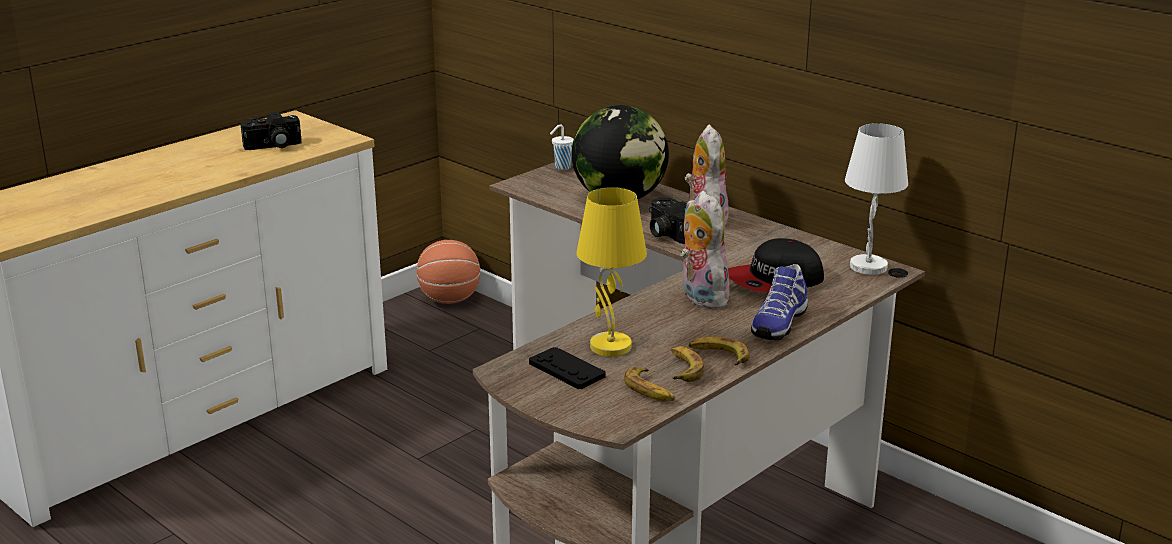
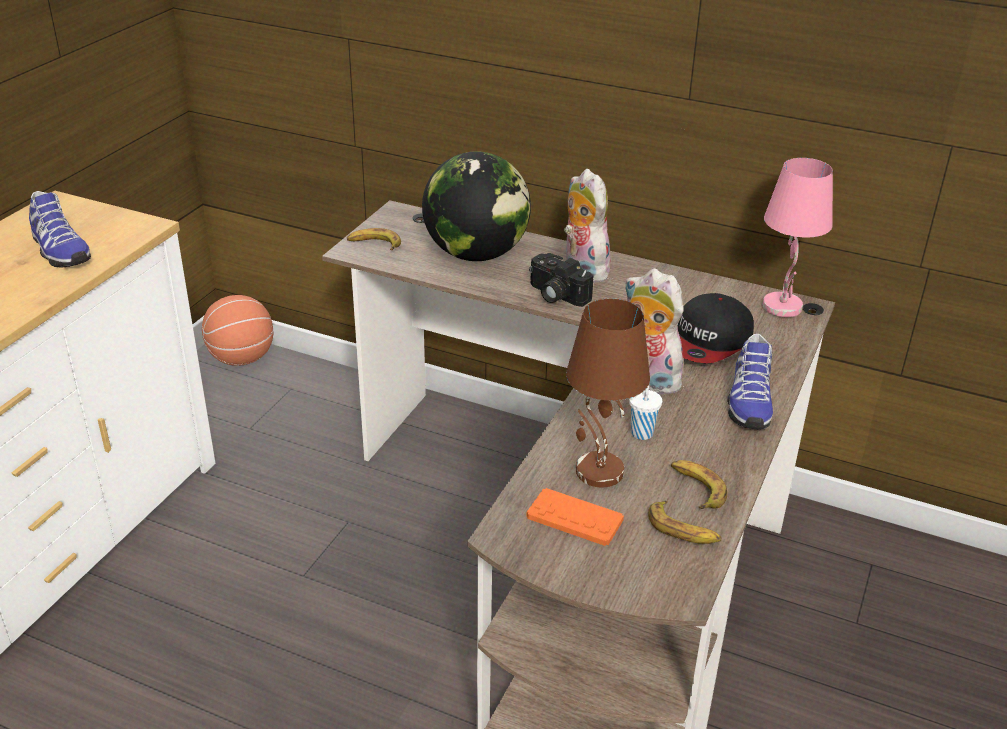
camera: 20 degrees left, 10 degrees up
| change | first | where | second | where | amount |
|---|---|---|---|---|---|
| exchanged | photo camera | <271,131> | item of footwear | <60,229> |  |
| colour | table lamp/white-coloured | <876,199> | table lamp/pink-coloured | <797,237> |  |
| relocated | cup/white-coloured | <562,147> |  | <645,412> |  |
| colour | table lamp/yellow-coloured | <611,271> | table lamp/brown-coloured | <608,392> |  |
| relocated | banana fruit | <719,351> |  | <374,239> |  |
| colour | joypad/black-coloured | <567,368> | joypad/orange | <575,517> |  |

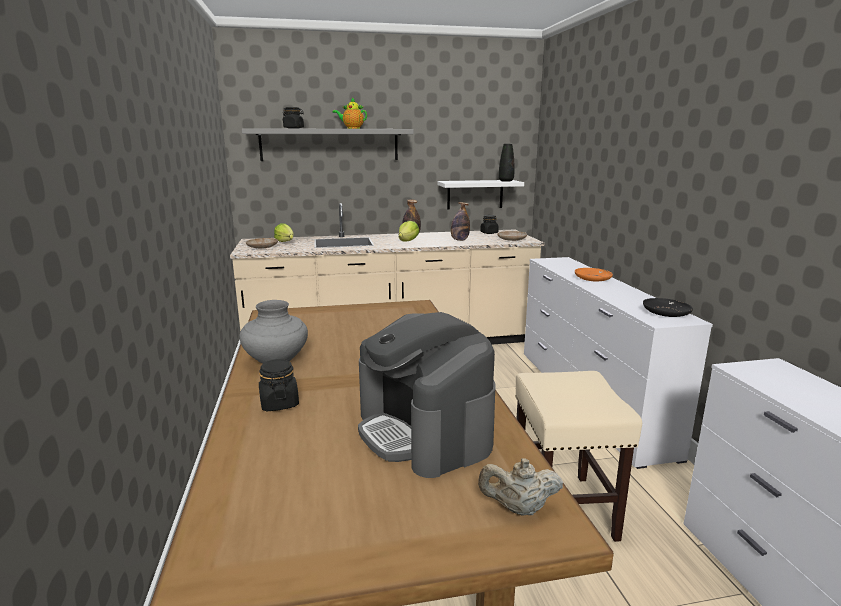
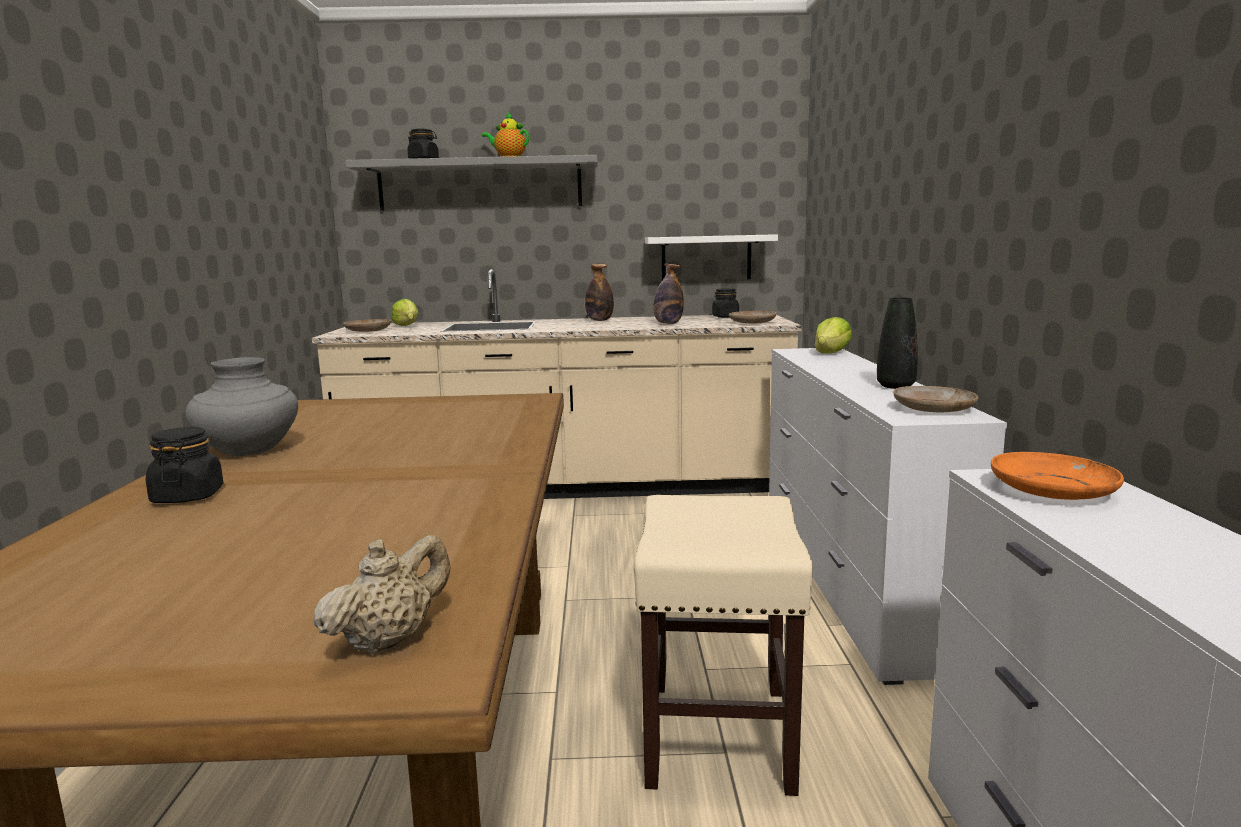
camera: 10 degrees right, 5 degrees down
| change | first | where | second | where | amount |
|---|---|---|---|---|---|
| relocated | decorative vase/black-coloured | <507,163> |  | <897,343> |  |
| relocated | lettuce head | <409,231> |  | <833,335> |  |
| relocated | flat dish/orange | <594,274> |  | <1057,476> |  |
| colour | flat dish/black-coloured | <668,307> | flat dish/sand-coloured | <935,399> |  |
| missing | coffee machine | <427,395> |  |  |  |
| spun | pot for tea/sand-coloured | <520,487> |  | <382,594> | 120 degrees clockwise |

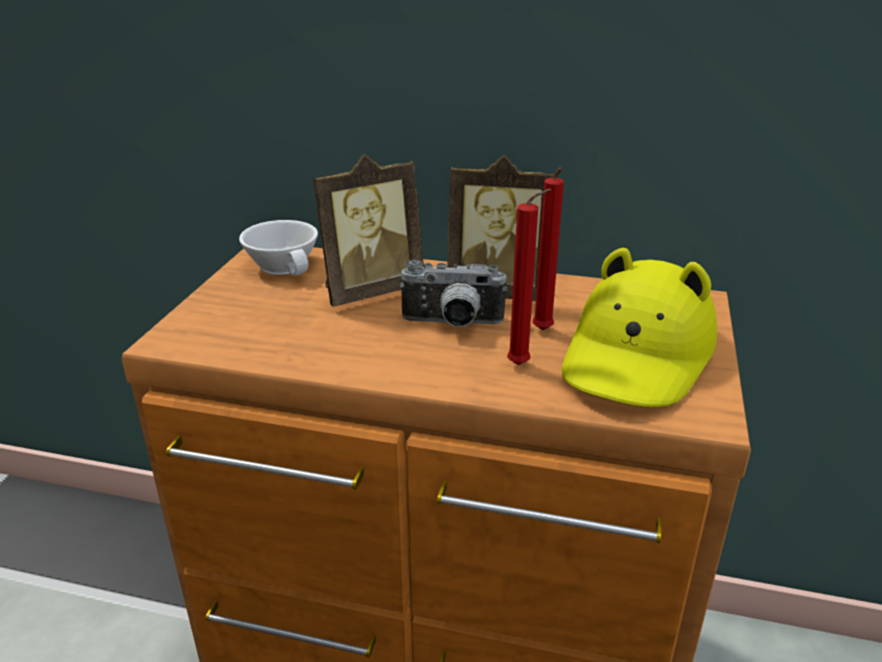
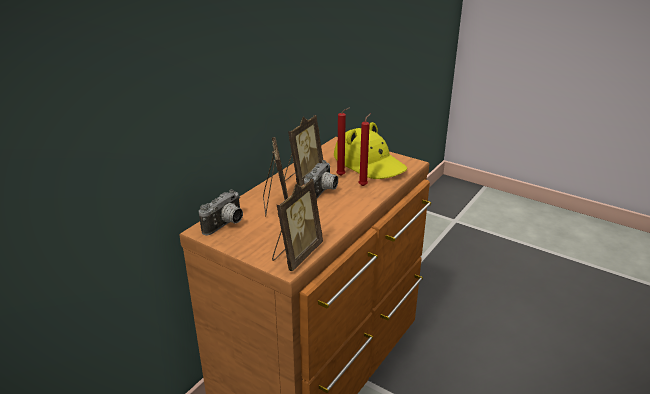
camera: 70 degrees left, 0 degrees up
| change | first | where | second | where | amount |
|---|---|---|---|---|---|
| exchanged | cup/white-coloured | <278,248> | photo camera | <221,212> |  |
| appeared |  |  | photo frame | <297,225> |  |

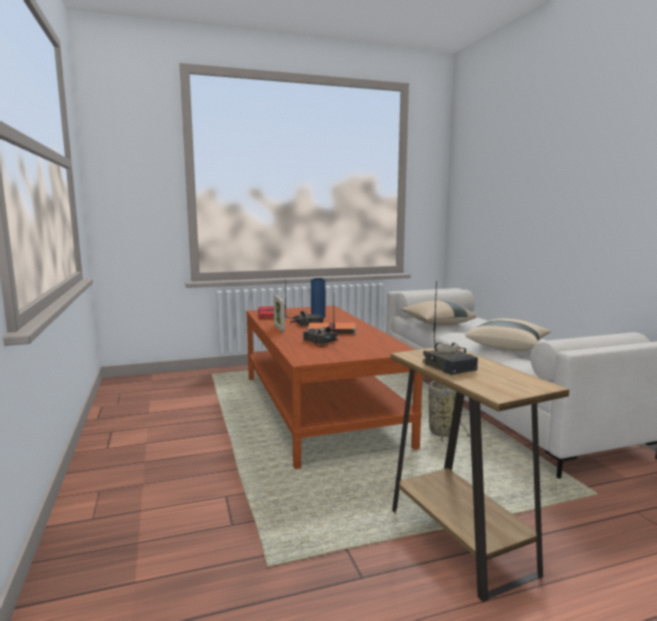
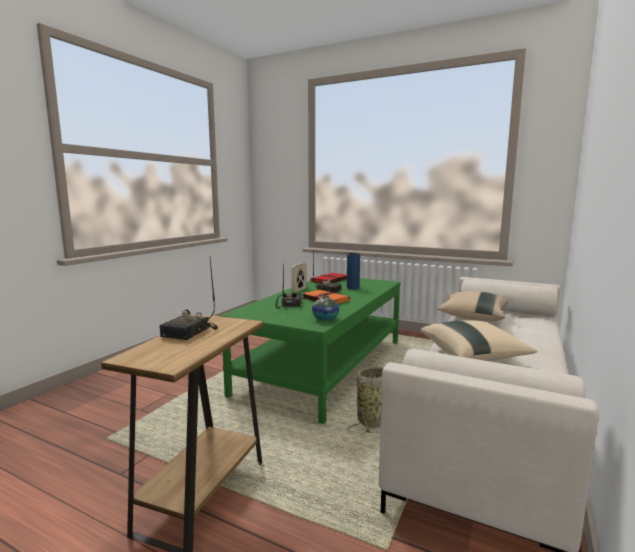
camera: 45 degrees right, 0 degrees up
| change | first | where | second | where | amount |
|---|---|---|---|---|---|
| colour | low table/brown-coloured | <334,387> | low table/green | <310,351> |  |
| appeared |  |  | decorative vase | <325,308> |  |

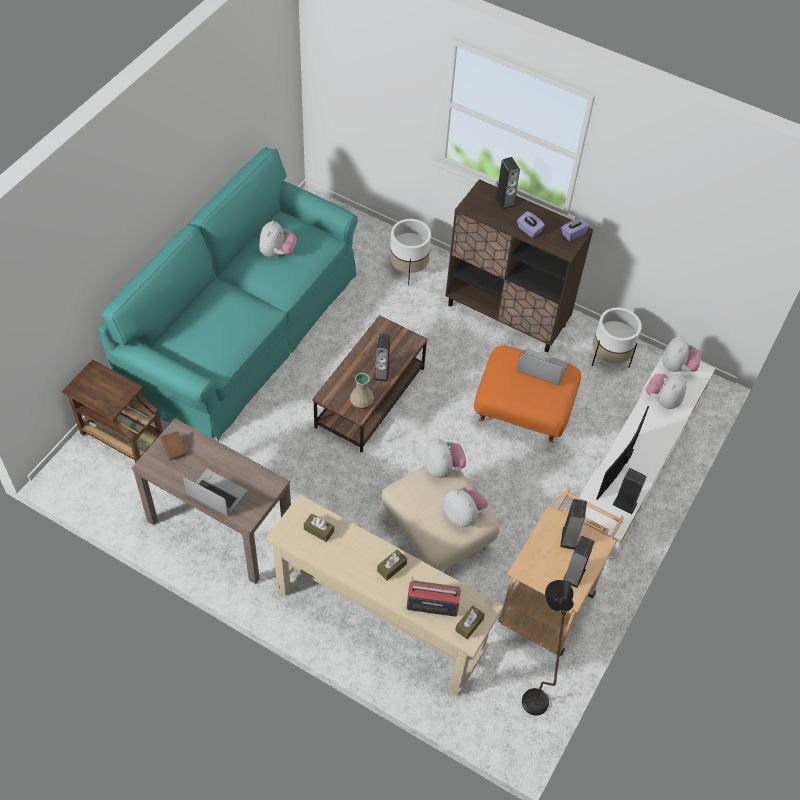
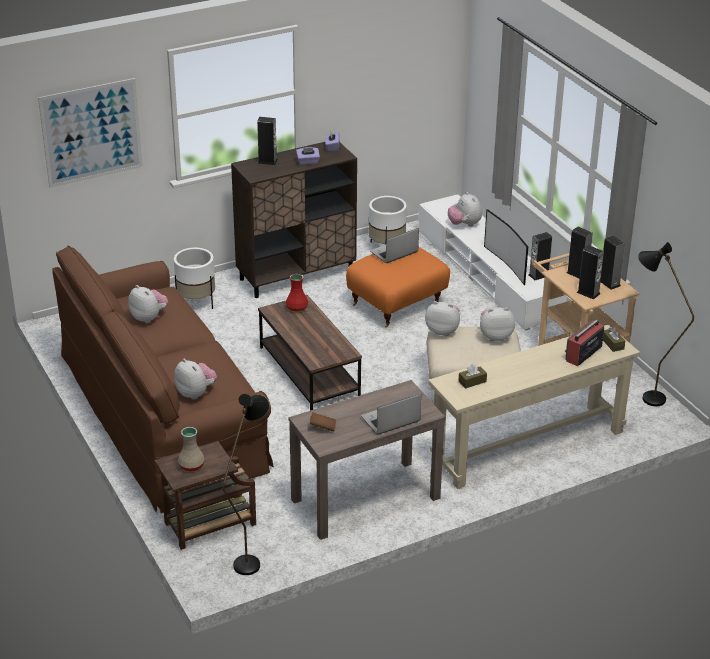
camera: 55 degrees left, 20 degrees down
| change | first | where | second | where | amount |
|---|---|---|---|---|---|
| colour | settee/turquoise | <228,294> | settee/brown-coloured | <163,379> |  |
| relocated | audio speaker | <382,358> |  | <590,272> |  |
| relocated | plush toy | <681,354> |  | <195,379> |  |
| relocated | decorative vase/sand-coloured | <362,391> |  | <191,449> |  |
| missing | tissue box/brown-coloured | <392,565> |  |  |  |
| appeared |  |  | picture | <90,133> |  |
| appeared |  |  | decorative vase/red | <297,293> |  |
| appeared |  |  | standing lamp/black-coloured | <245,484> |  |

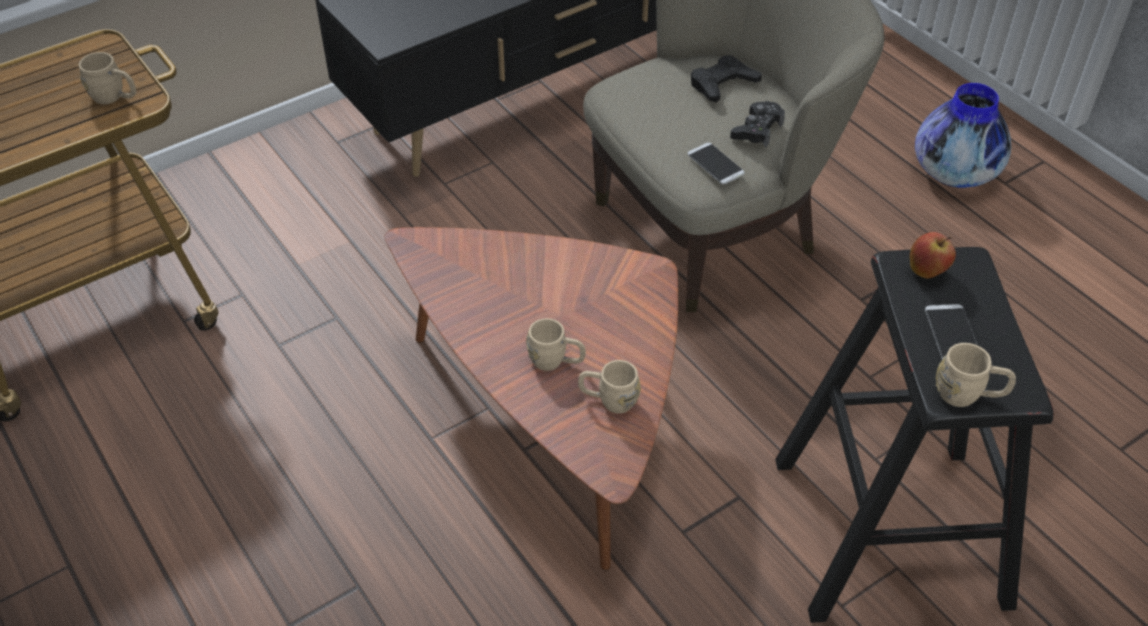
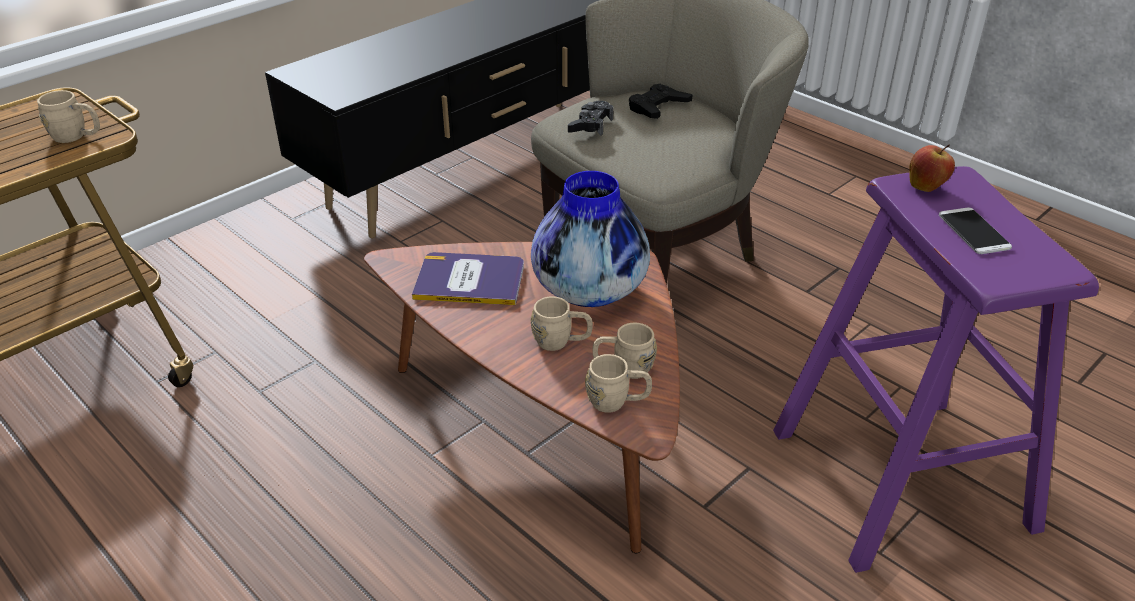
camera: 10 degrees left, 10 degrees down
| change | first | where | second | where | amount |
|---|---|---|---|---|---|
| relocated | decorative vase | <963,135> |  | <590,239> |  |
| relocated | joypad/black-coloured | <757,124> |  | <590,118> |  |
| missing | telephone | <716,163> |  |  |  |
| colour | stool/black-coloured | <914,435> | stool/purplish | <936,369> |  |
| relocated | mug/sand-coloured | <976,375> |  | <618,383> |  |
| appeared |  |  | volume | <468,278> |  |

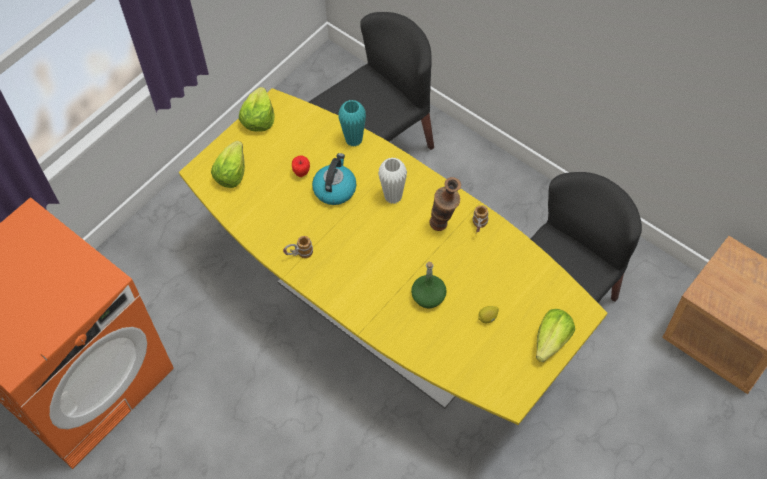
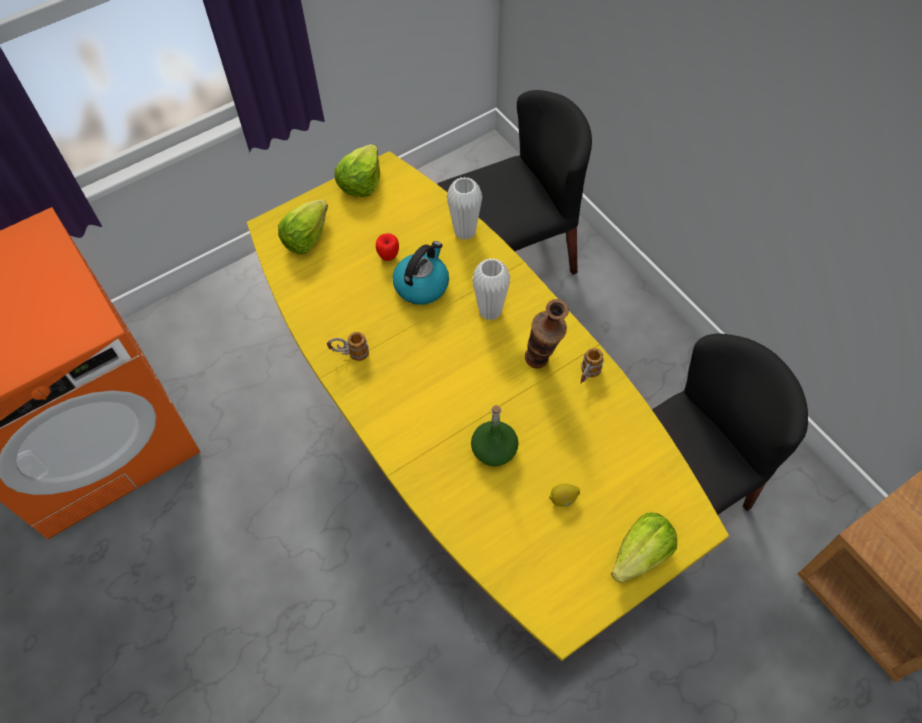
camera: 15 degrees right, 0 degrees up
| change | first | where | second | where | amount |
|---|---|---|---|---|---|
| colour | decorative vase/turquoise | <352,123> | decorative vase/white-coloured | <464,208> |  |

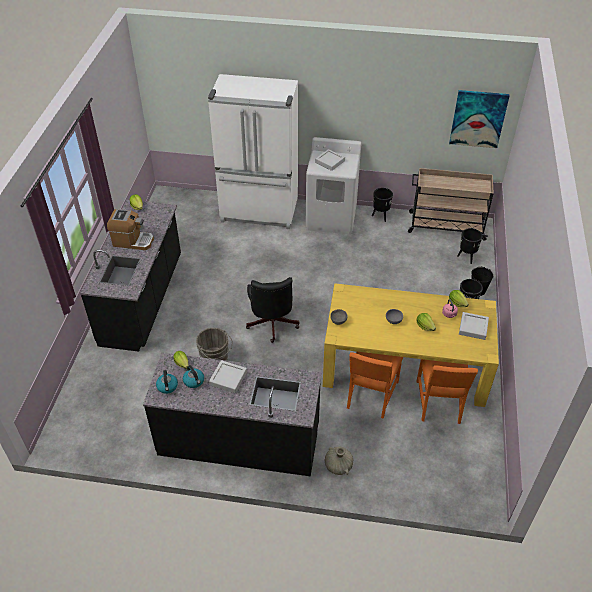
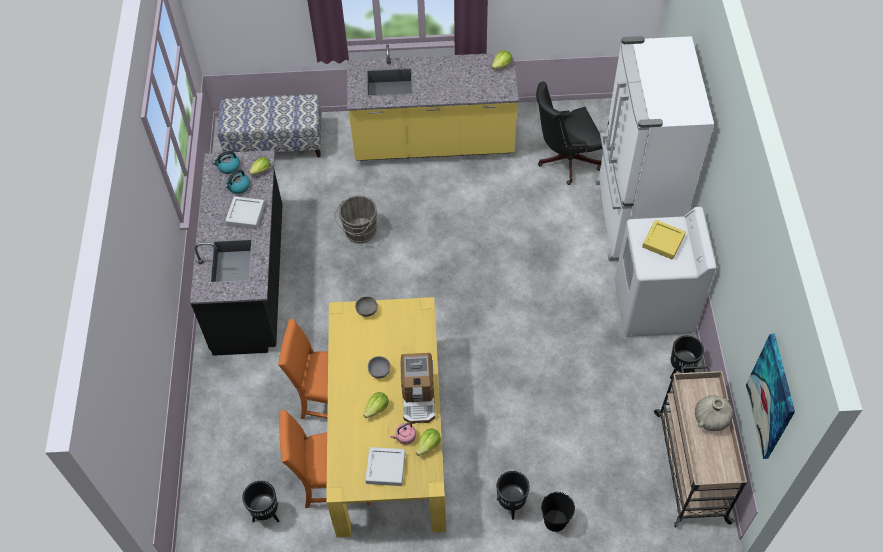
camera: 80 degrees right, 10 degrees up
| change | first | where | second | where | amount |
|---|---|---|---|---|---|
| colour | serving tray/grey | <330,160> | serving tray/yellow-coloured | <664,240> |  |
| colour | kitchen base unit/black-coloured | <130,276> | kitchen base unit/yellow-coloured | <433,102> |  |
| relocated | coffee machine | <130,229> |  | <417,388> |  |
| relocated | planter/black-coloured | <470,246> |  | <261,502> |  |
| relocated | computer chair/black-coloured | <272,310> |  | <570,133> |  |
| relocated | decorative vase/sand-coloured | <338,461> |  | <714,413> |  |
| appeared |  |  | bench | <270,125> |  |

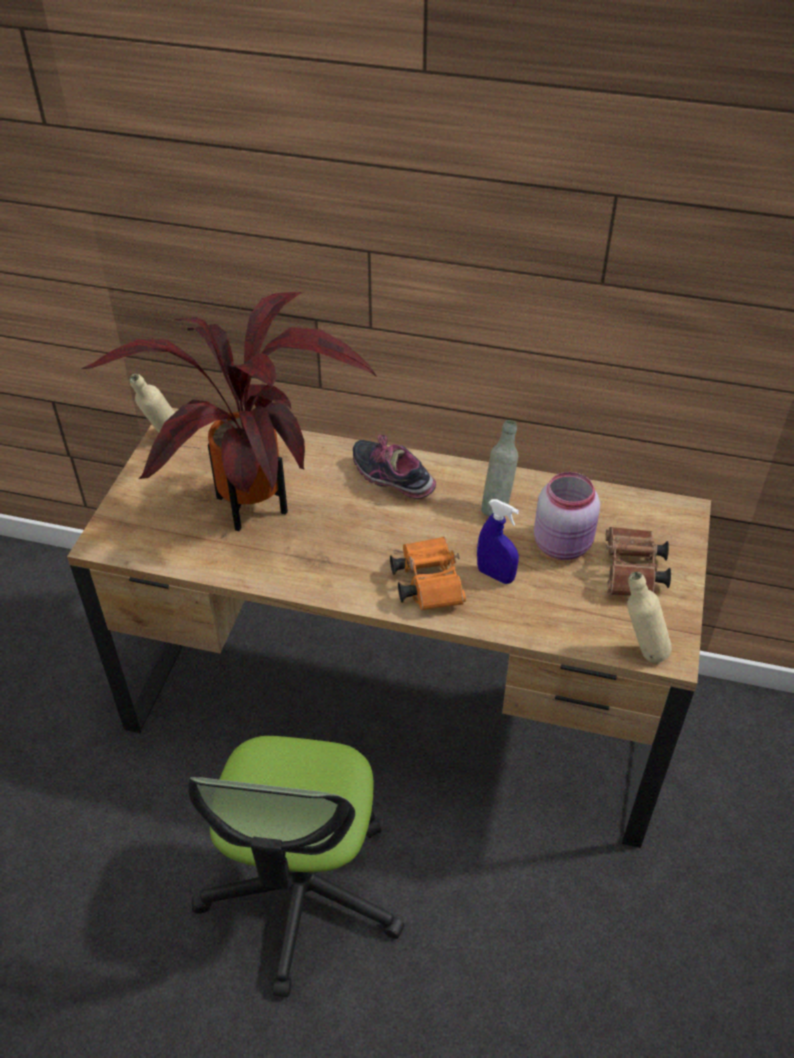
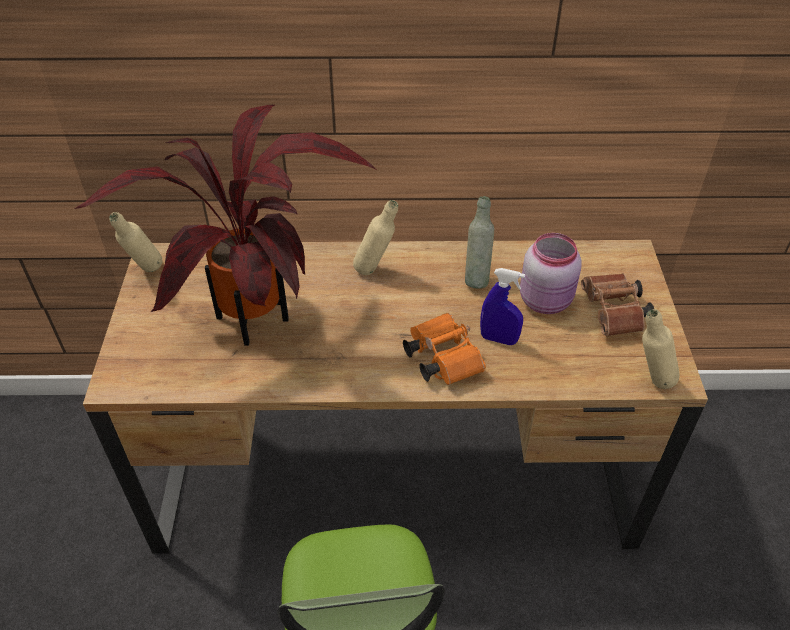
camera: 15 degrees left, 0 degrees up
| change | first | where | second | where | amount |
|---|---|---|---|---|---|
| exchanged | item of footwear | <394,466> | drink bottle/sand-coloured | <375,237> |  |

